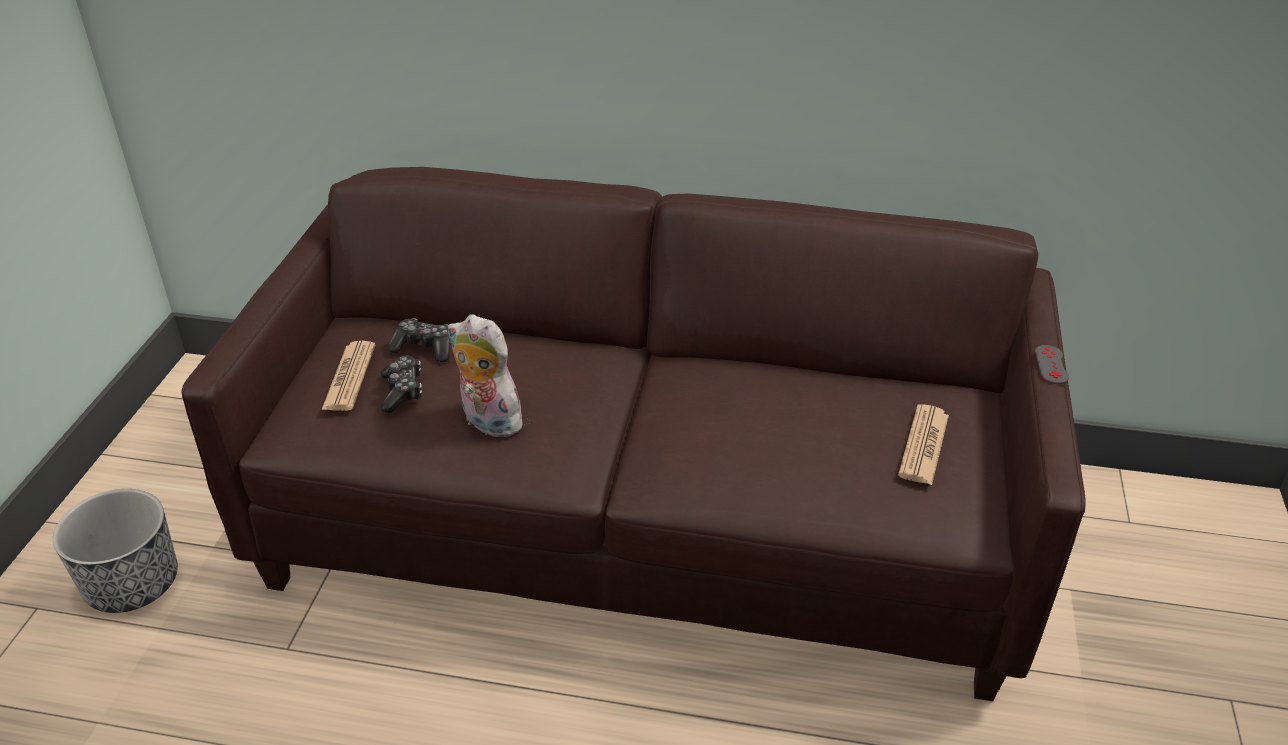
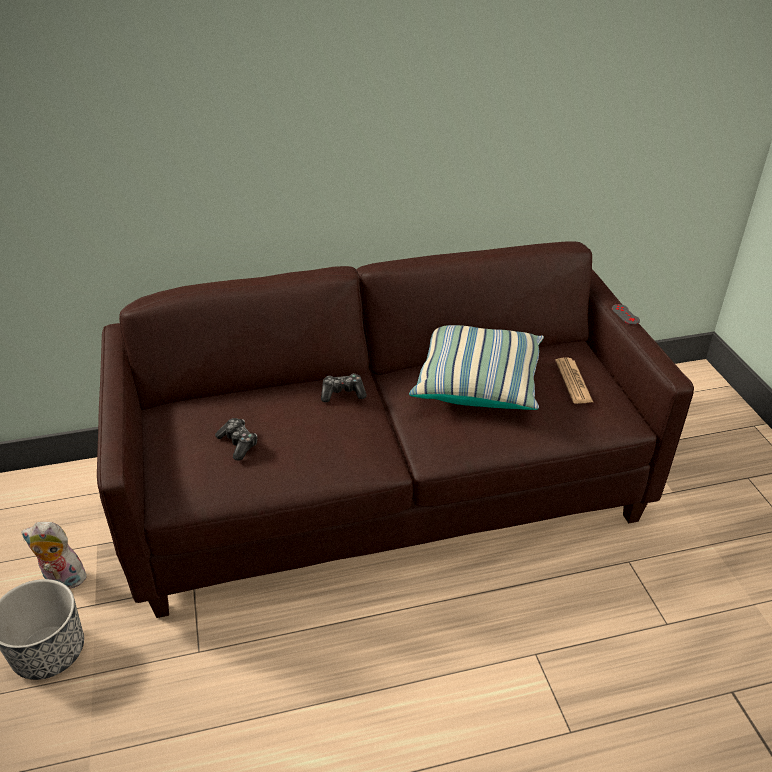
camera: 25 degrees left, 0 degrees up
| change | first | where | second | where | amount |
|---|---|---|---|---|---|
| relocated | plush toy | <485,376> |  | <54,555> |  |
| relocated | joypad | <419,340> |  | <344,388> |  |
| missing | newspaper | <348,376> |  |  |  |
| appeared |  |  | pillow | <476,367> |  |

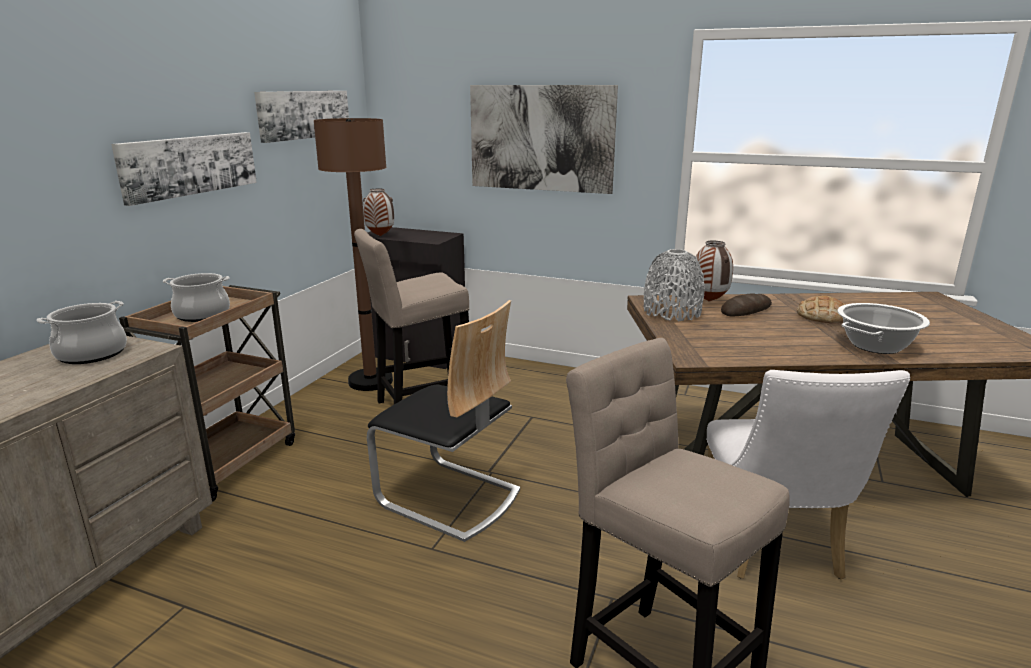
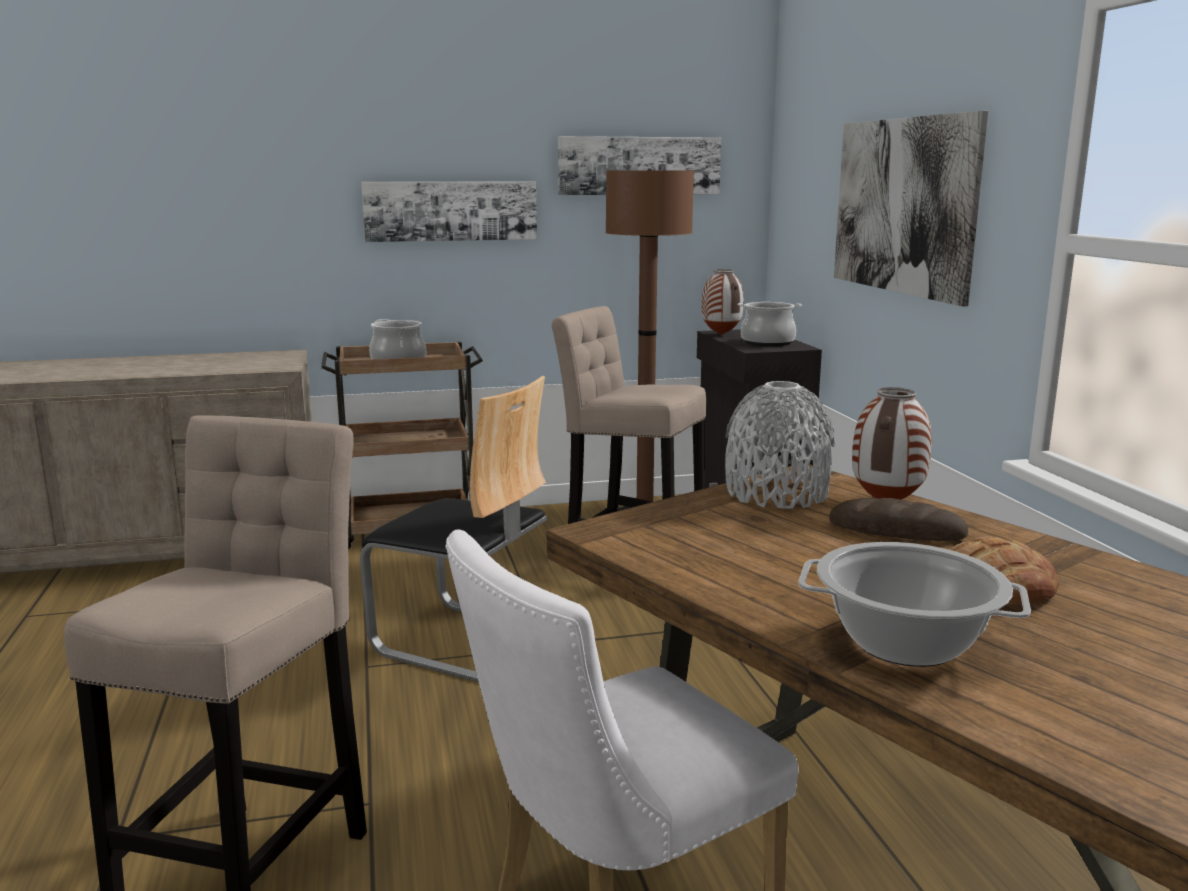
camera: 55 degrees right, 5 degrees down
| change | first | where | second | where | amount |
|---|---|---|---|---|---|
| spun | upright chair | <443,421> |  | <453,529> | 60 degrees counterclockwise |
| relocated | cooking pot | <81,332> |  | <769,324> |  |

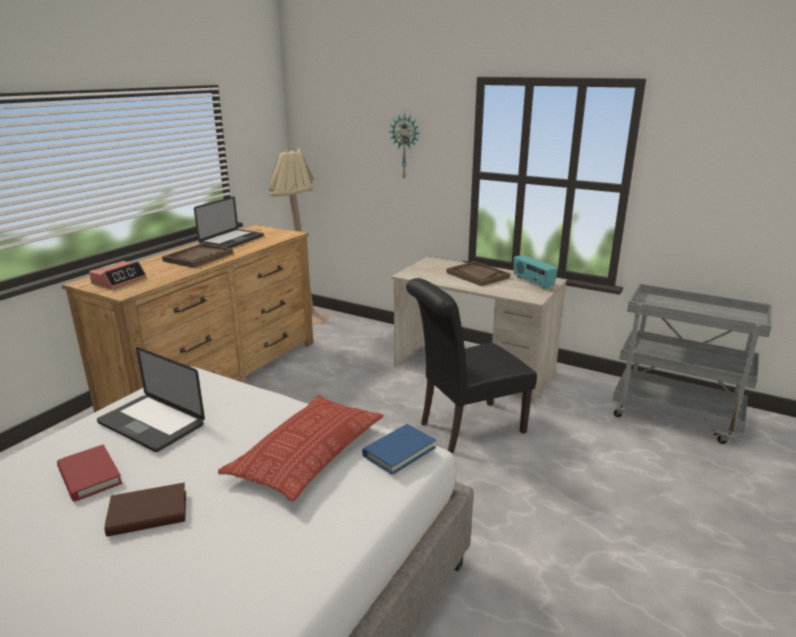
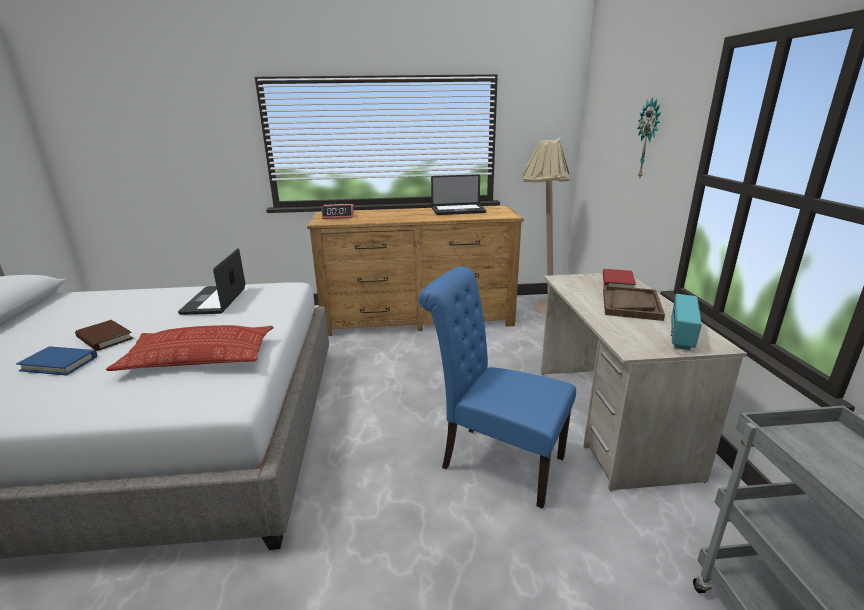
camera: 55 degrees right, 0 degrees up
| change | first | where | second | where | amount |
|---|---|---|---|---|---|
| missing | serving tray/brown-coloured | <197,255> |  |  |  |
| colour | upright chair/black-coloured | <471,365> | upright chair/bluish | <497,388> |  |
| relocated | volume/bluish | <399,449> |  | <56,361> |  |
| relocated | volume/red | <90,473> |  | <619,278> |  |

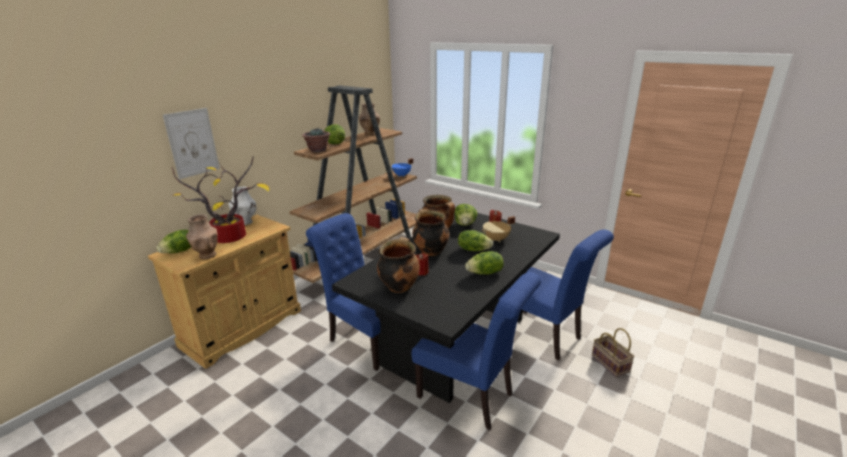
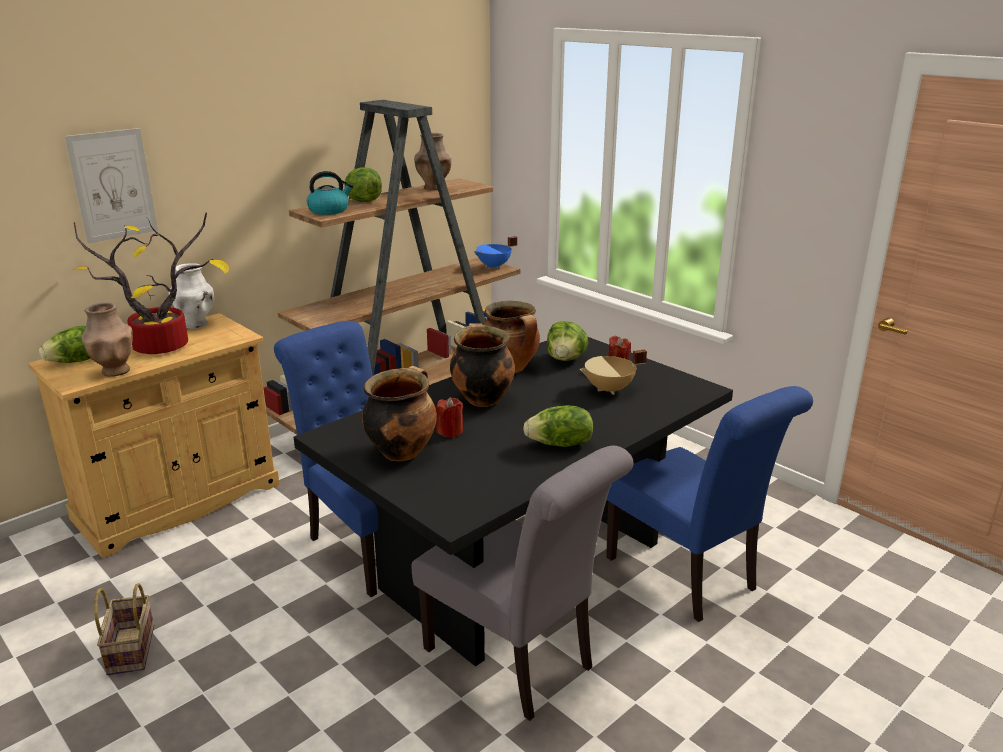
camera: 10 degrees right, 0 degrees up
| change | first | where | second | where | amount |
|---|---|---|---|---|---|
| exchanged | potted plant | <316,140> | kettle | <330,193> |  |
| missing | lettuce head | <475,240> |  |  |  |
| colour | upright chair/bluish | <476,351> | upright chair/grey | <522,583> |  |
| relocated | household basket | <613,352> |  | <124,629> |  |

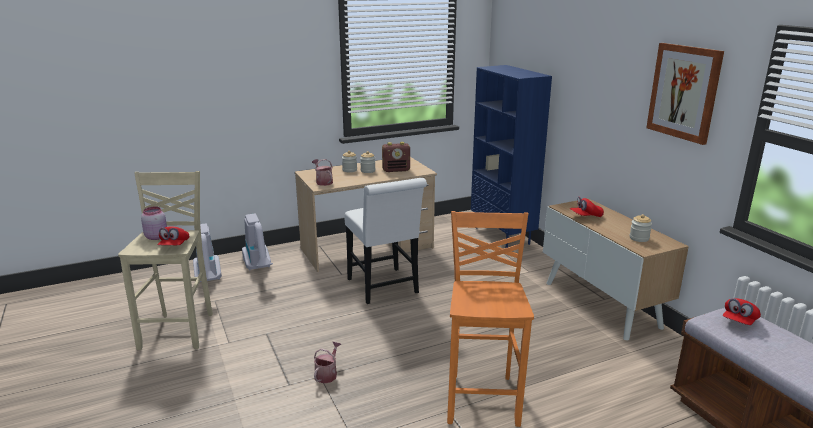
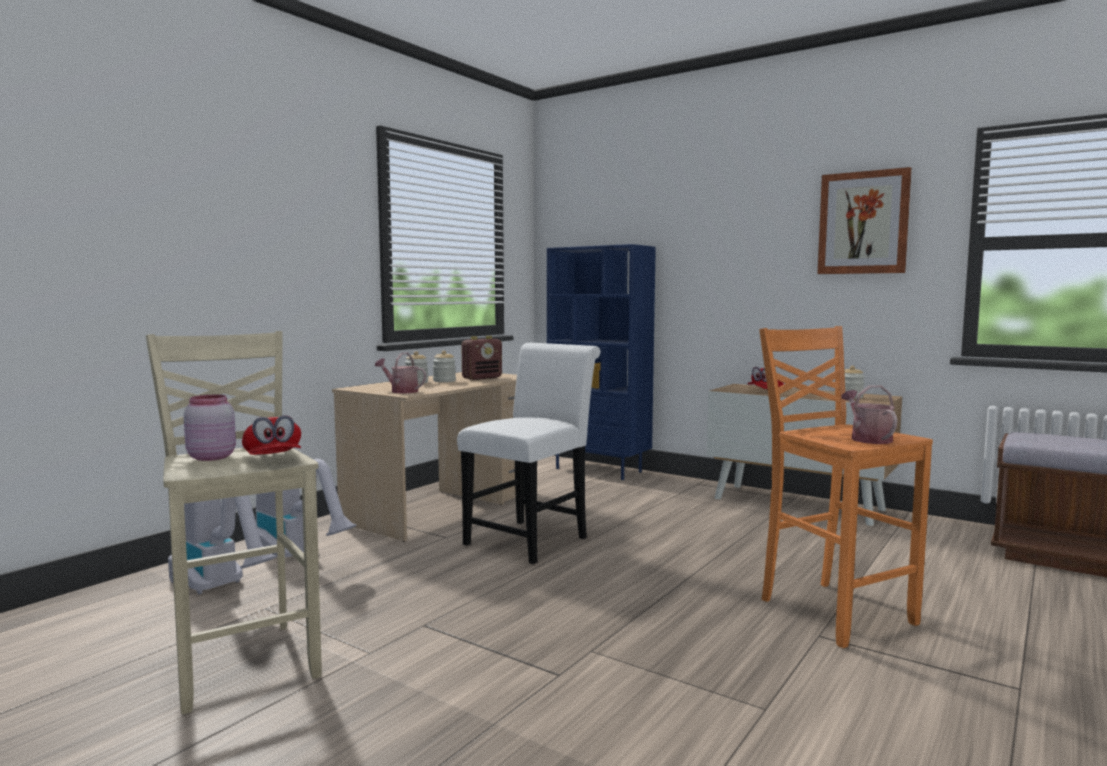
camera: 30 degrees left, 15 degrees down
| change | first | where | second | where | amount |
|---|---|---|---|---|---|
| spun | upright chair/white-coloured | <386,241> |  | <529,453> | 90 degrees counterclockwise |
| missing | cap/red | <742,311> |  |  |  |
| relocated | sprinkling can | <327,362> |  | <869,414> |  |

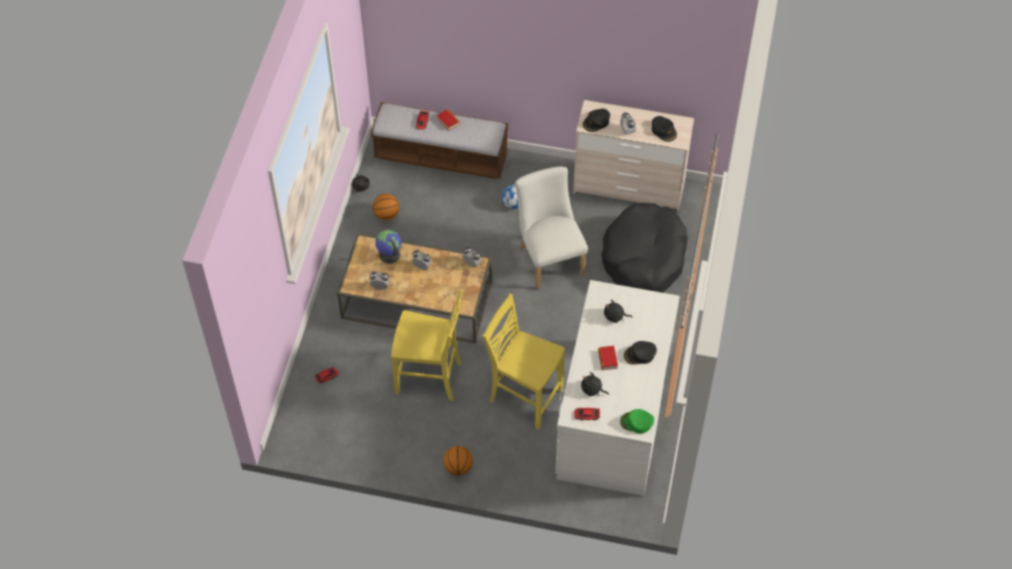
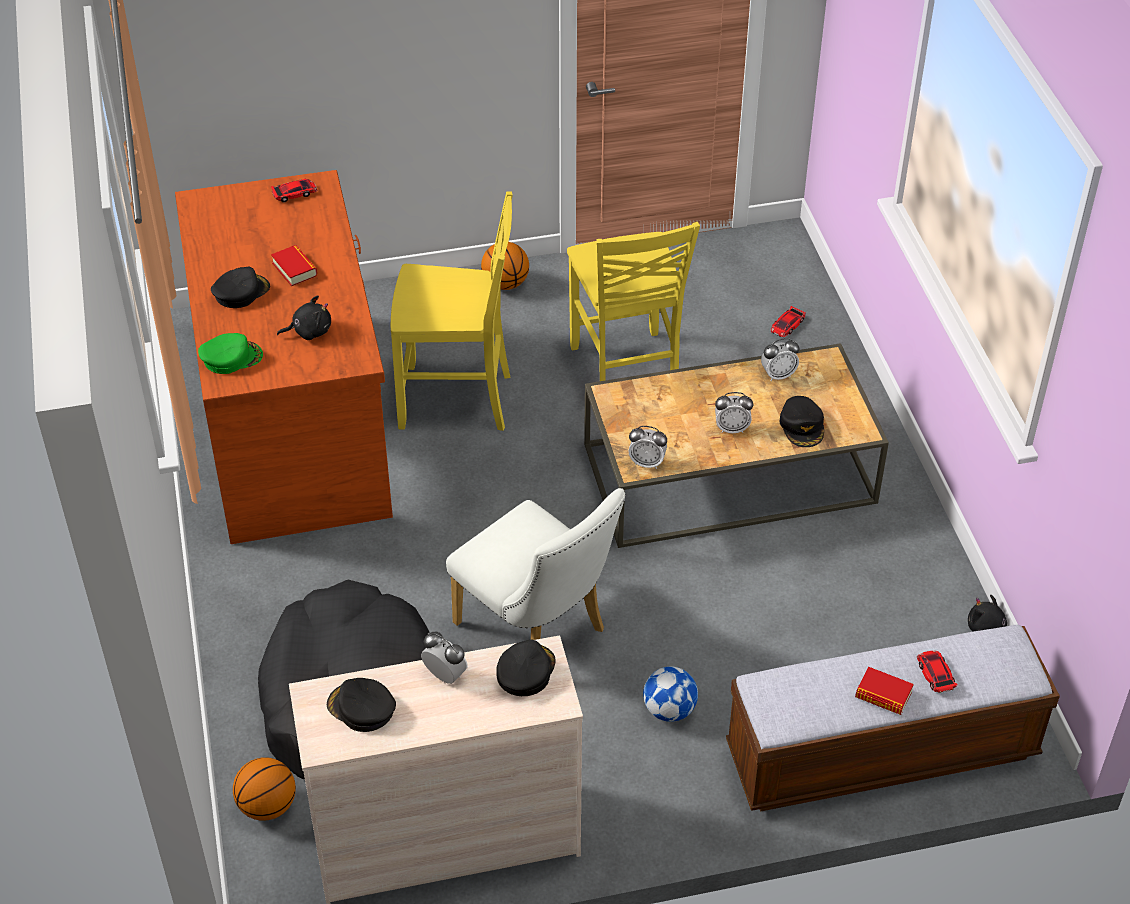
camera: 155 degrees right, 10 degrees down
| change | first | where | second | where | amount |
|---|---|---|---|---|---|
| relocated | basketball ball | <386,207> |  | <264,789> |  |
| exchanged | desk globe | <388,247> | cap/black-coloured | <802,421> |  |
| colour | desk/white-coloured | <617,388> | desk/brown-coloured | <284,357> |  |
| spun | upright chair/yellow-coloured | <427,345> |  | <633,301> | 90 degrees counterclockwise |
| missing | plush toy/black-coloured | <595,384> |  |  |  |
| relocated | cap/green | <637,421> |  | <230,353> |  |

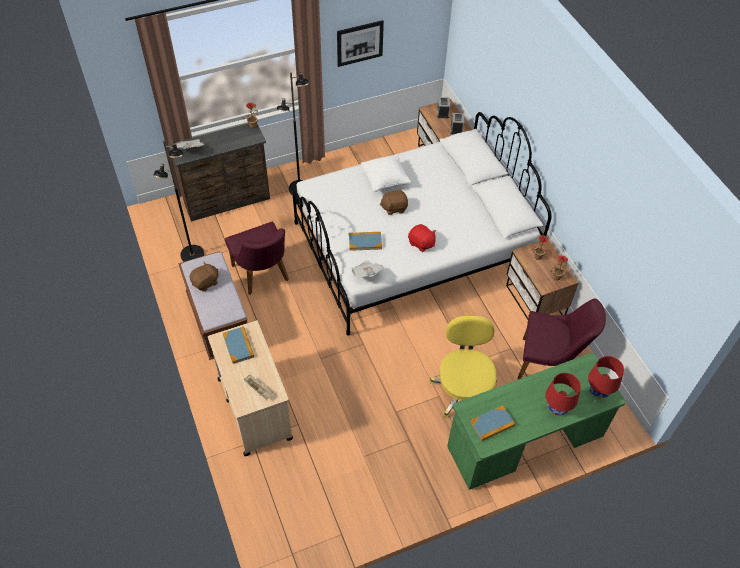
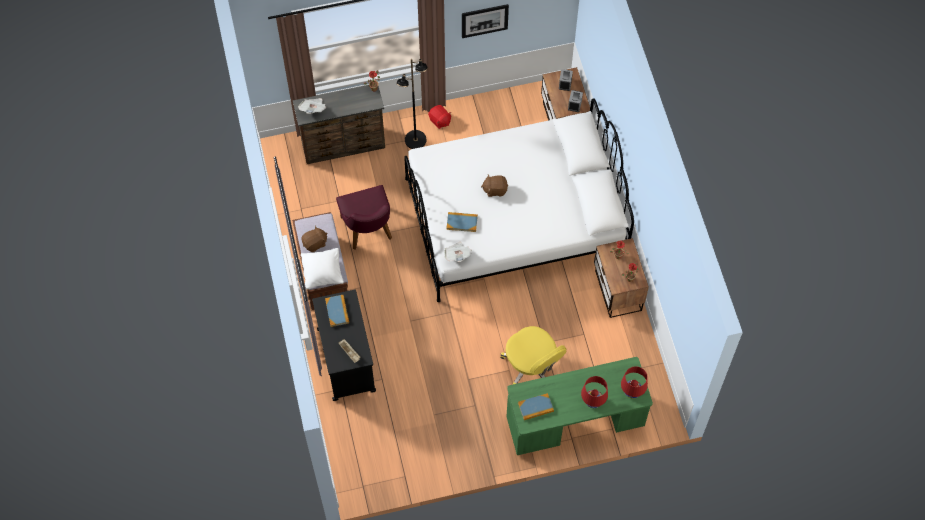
camera: 10 degrees right, 10 degrees up
| change | first | where | second | where | amount |
|---|---|---|---|---|---|
| missing | standing lamp/black-coloured | <179,201> |  |  |  |
| relocated | pillow/white-coloured | <386,173> |  | <322,269> |  |
| relocated | plush toy/red | <422,238> |  | <440,117> |  |
| missing | upright chair/purplish | <561,339> |  |  |  |
| spun | computer chair/yellow-coloured | <463,366> |  | <533,355> | 135 degrees clockwise |
| colour | cart/sand-coloured | <250,388> | cart/black-coloured | <344,345> |  |

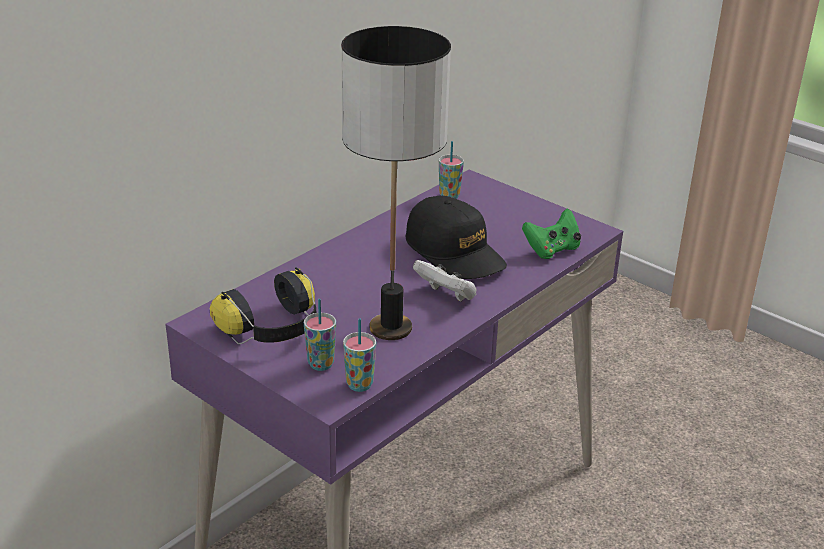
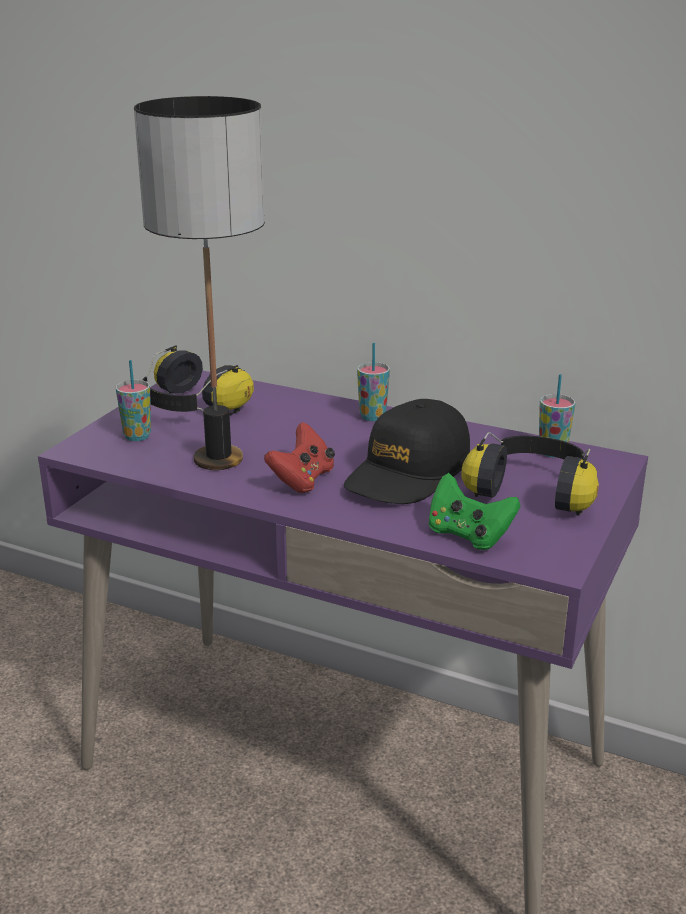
camera: 75 degrees right, 5 degrees down
| change | first | where | second | where | amount |
|---|---|---|---|---|---|
| colour | joypad/white-coloured | <444,280> | joypad/red | <299,457> |  |
| relocated | cup | <359,355> |  | <373,382> |  |
| appeared |  |  | pair of headphones | <530,474> |  |

